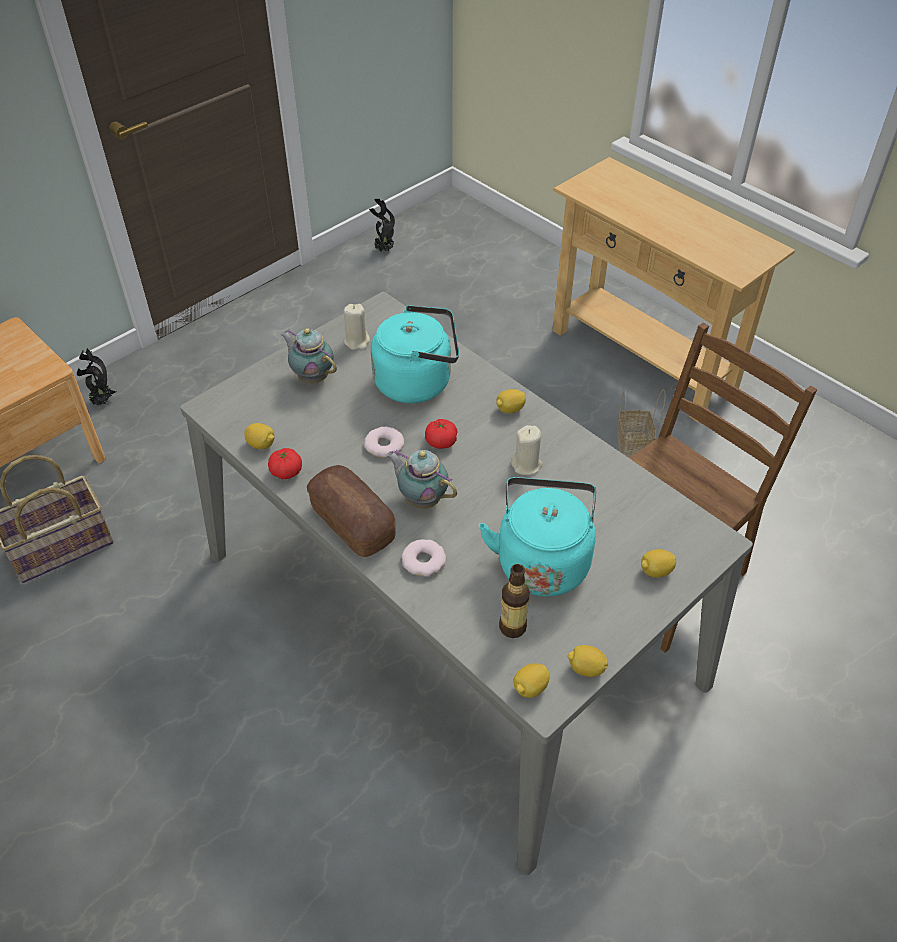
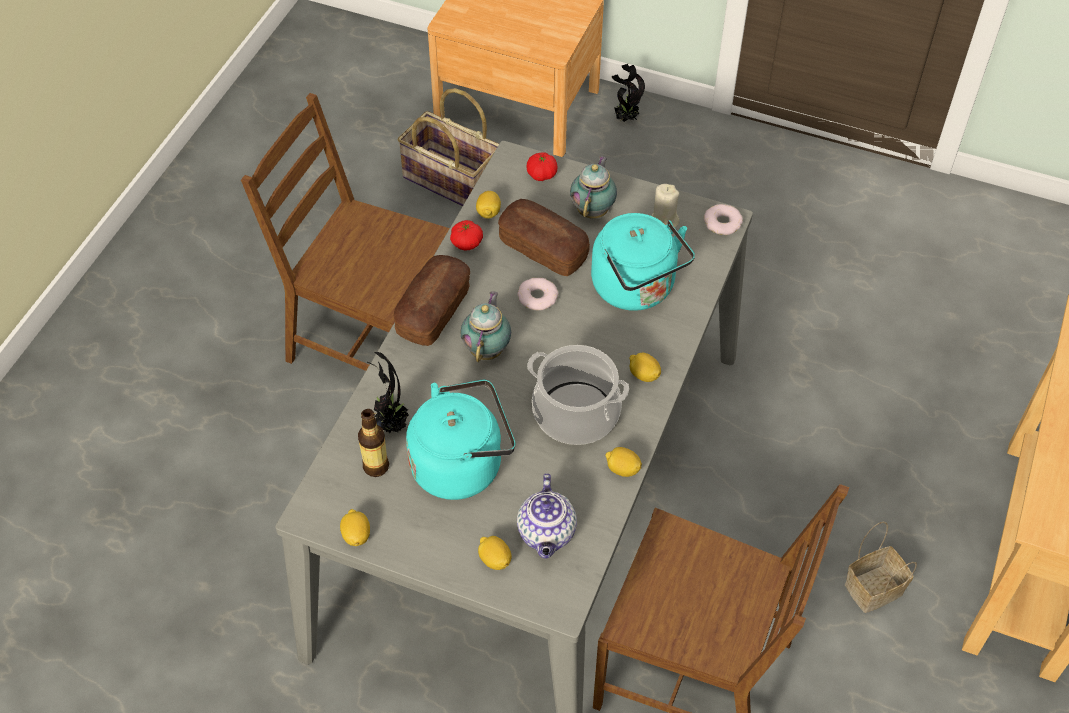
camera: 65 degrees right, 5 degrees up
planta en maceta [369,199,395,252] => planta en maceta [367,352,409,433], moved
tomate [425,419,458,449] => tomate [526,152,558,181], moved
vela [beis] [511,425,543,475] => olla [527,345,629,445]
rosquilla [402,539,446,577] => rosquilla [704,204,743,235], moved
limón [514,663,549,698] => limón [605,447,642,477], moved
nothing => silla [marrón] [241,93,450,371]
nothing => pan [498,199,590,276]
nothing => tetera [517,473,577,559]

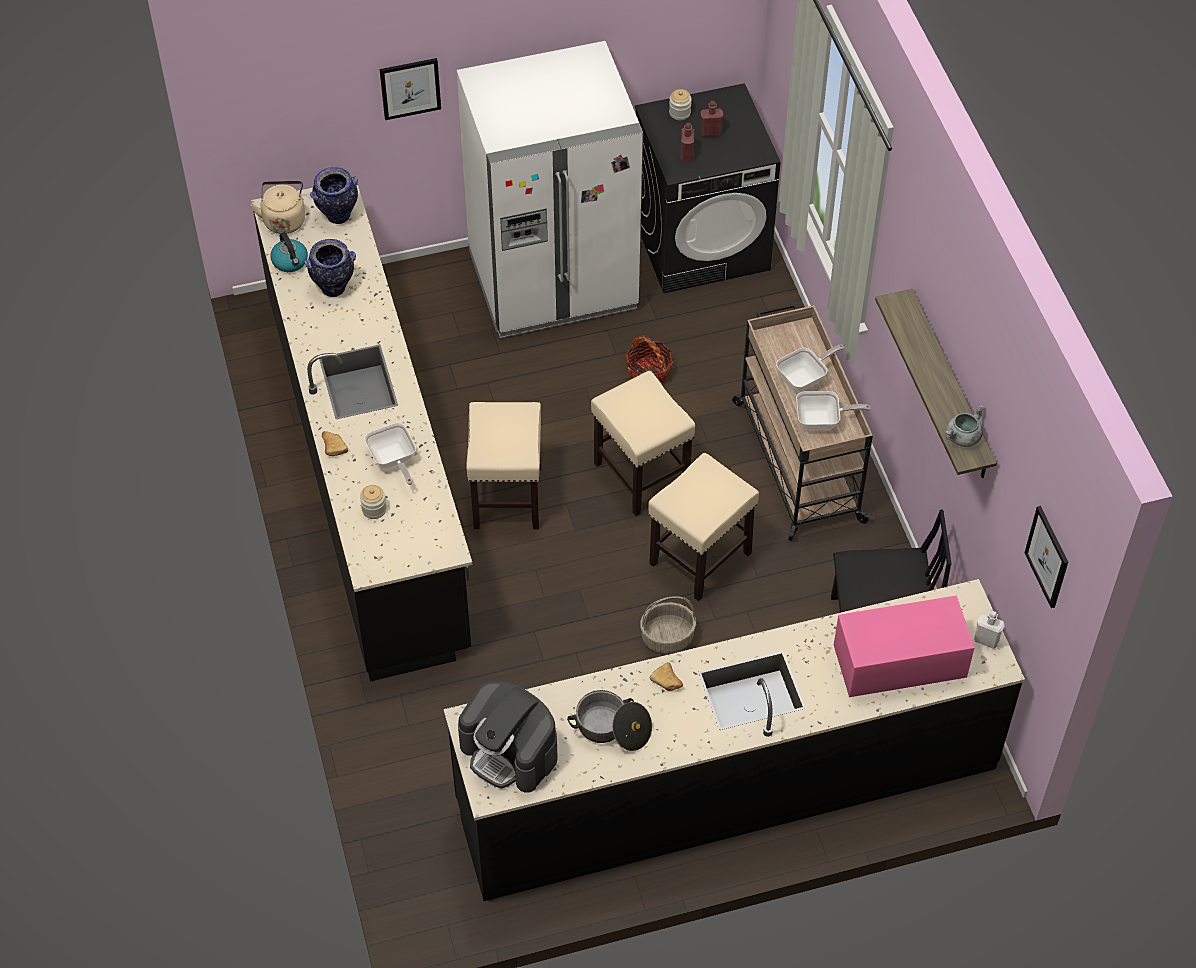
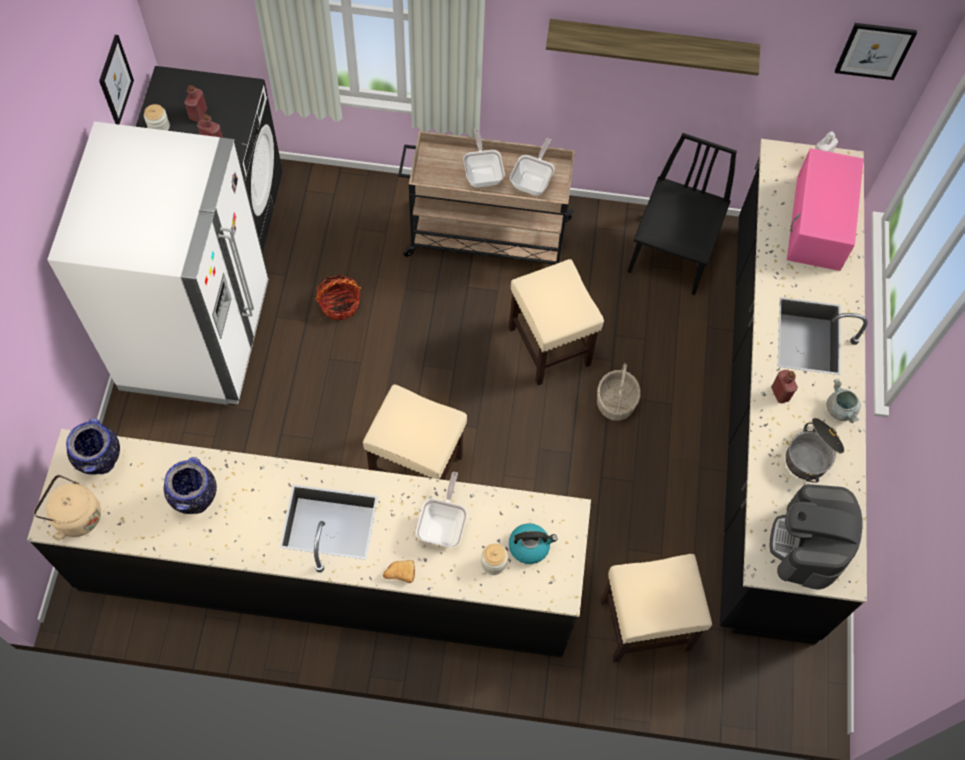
camera: 70 degrees left, 10 degrees up
cuadro [380,58,441,120] => cuadro [99,35,134,124], moved
hervidor [270,232,308,272] => hervidor [509,523,557,564], moved
taburete [beis] [591,371,696,516] => taburete [beis] [600,554,712,662], moved
olla [gris] [945,404,985,447] => olla [gris] [827,379,861,423], moved
sartén [364,423,416,485] => sartén [416,472,467,548], 75 degrees counterclockwise
pan [650,662,683,691] => botella [rojo] [771,370,798,403]
cafetera [458,681,557,793] => cafetera [770,484,863,590], 135 degrees clockwise

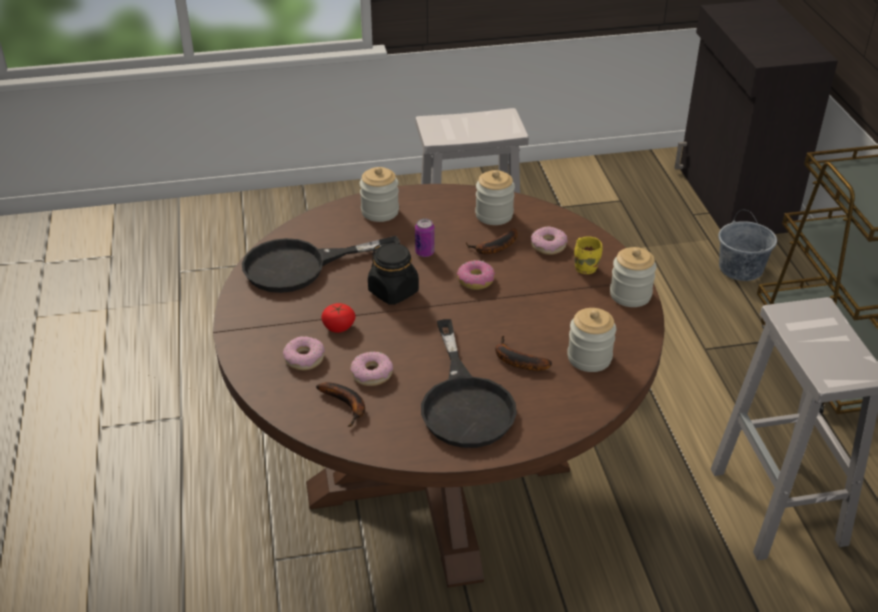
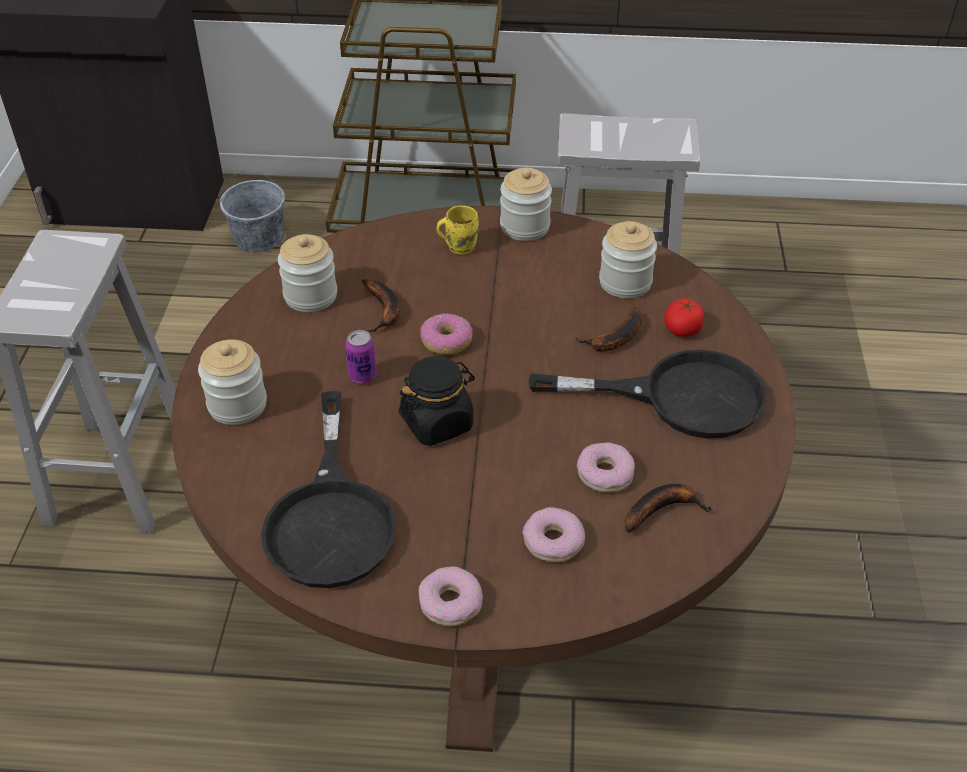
camera: 75 degrees left, 5 degrees up
rosquilla [531,226,567,255] => rosquilla [419,566,483,626], moved
tomate [321,303,355,333] => tomate [664,298,704,337], moved

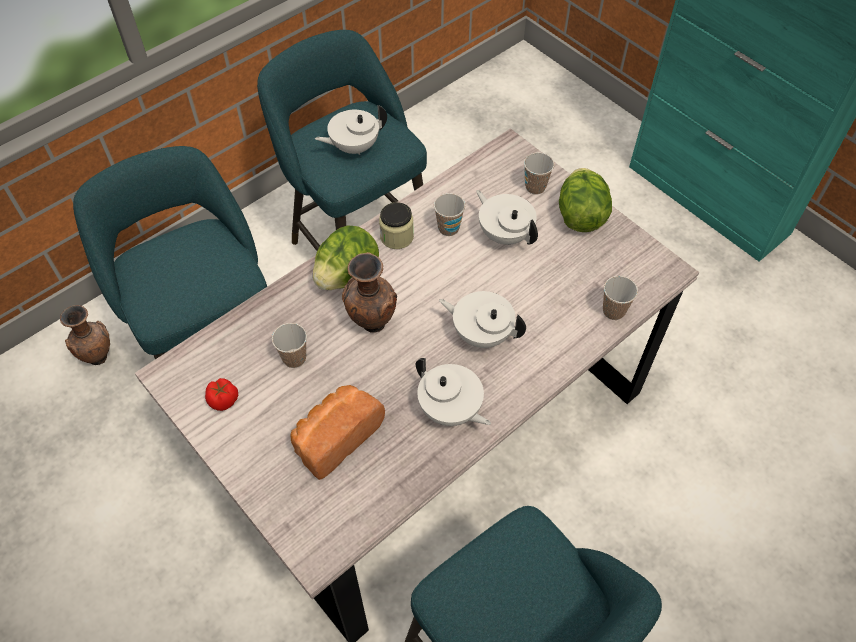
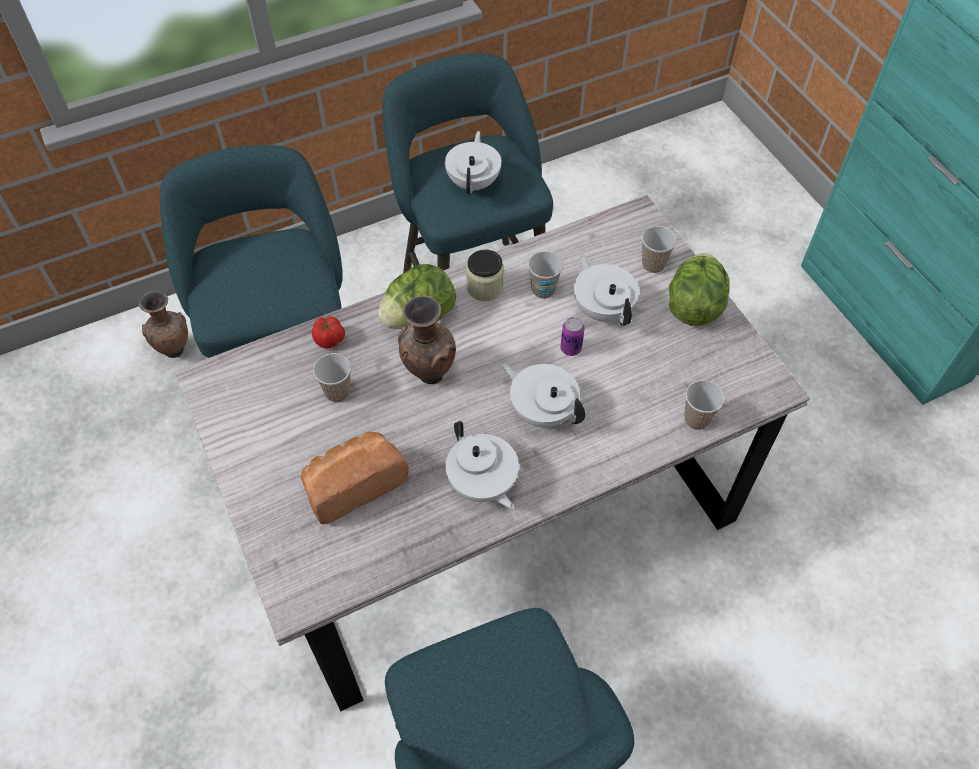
camera: 15 degrees right, 0 degrees up
tetera [blanco] [315,105,387,155] => tetera [blanco] [445,131,501,194], 105 degrees clockwise
tomate [205,378,238,411] => tomate [312,316,345,348], moved
nothing => lata [561,317,585,356]

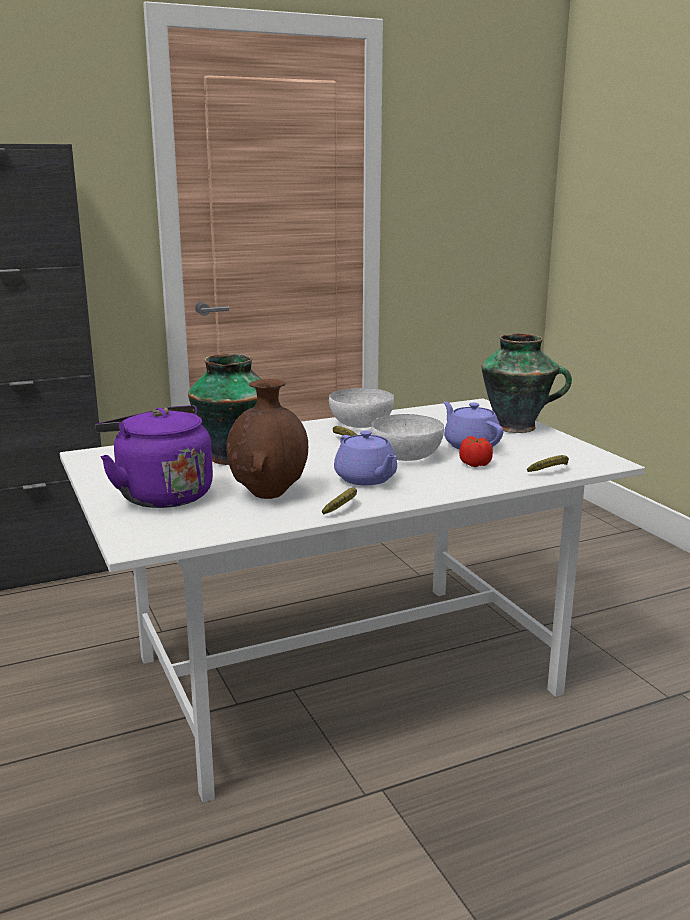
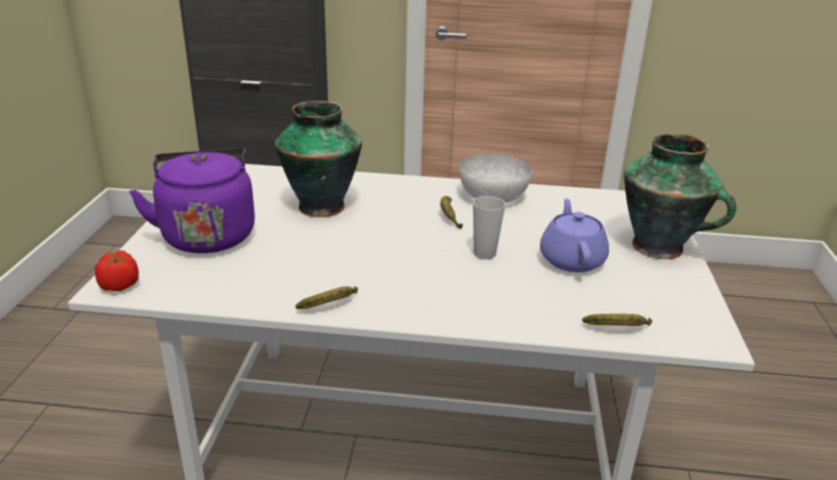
camera: 30 degrees right, 10 degrees up
florero [marrón] [226,379,308,499] => nothing
cuenco [blanco] [371,414,444,461] => taza [473,196,505,259]
tetera [morado] [334,430,397,485] => nothing
tomate [459,436,493,467] => tomate [94,250,139,291], moved

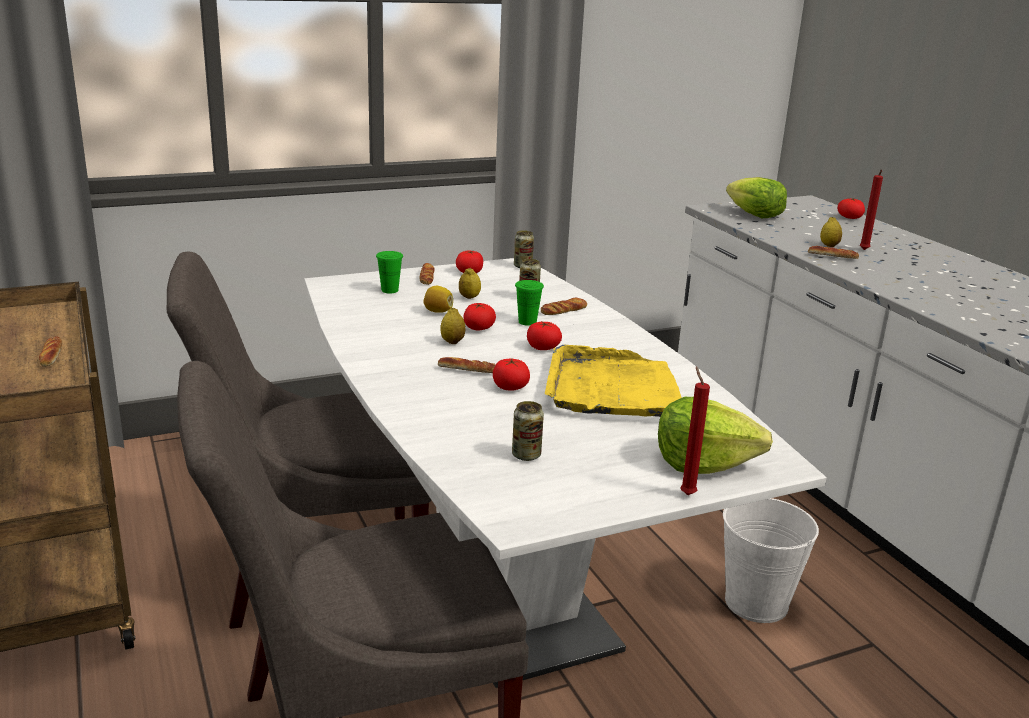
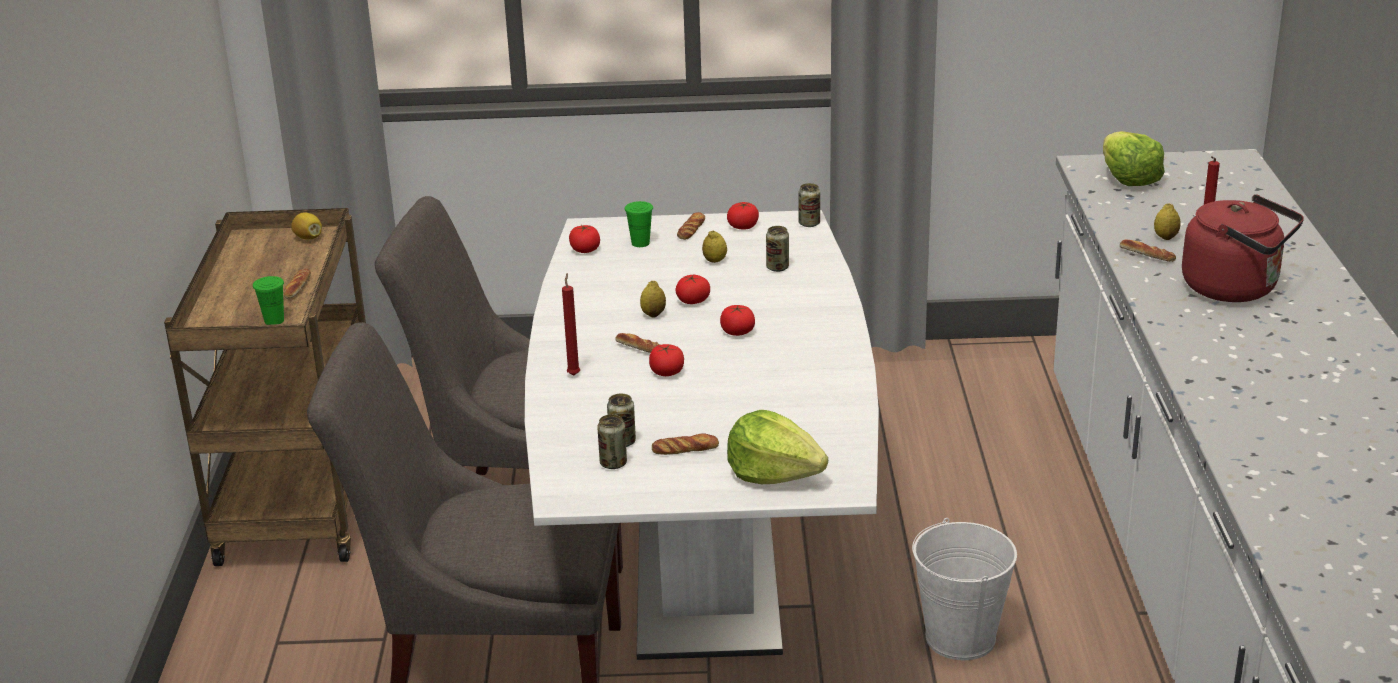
camera: 25 degrees right, 5 degrees up
tomate [837,198,865,219] => tomate [569,225,600,253], moved
taza [verde] [515,280,544,326] => taza [verde] [253,276,284,325], moved
limón [423,286,453,313] => limón [291,212,322,240], moved
pan [541,297,587,315] => pan [652,433,719,455], moved
bandeja [amarillo] [545,345,682,417] => nothing
vela [rojo] [680,367,710,495] => vela [rojo] [562,273,580,375], moved
nothing => hervidor [rojo] [1182,194,1304,302]
nothing => lata [597,414,627,469]

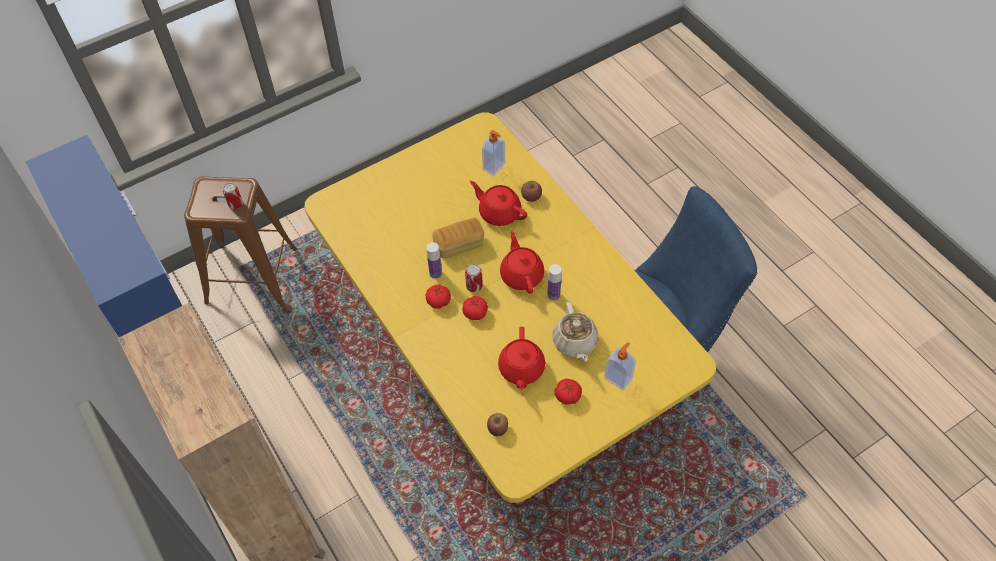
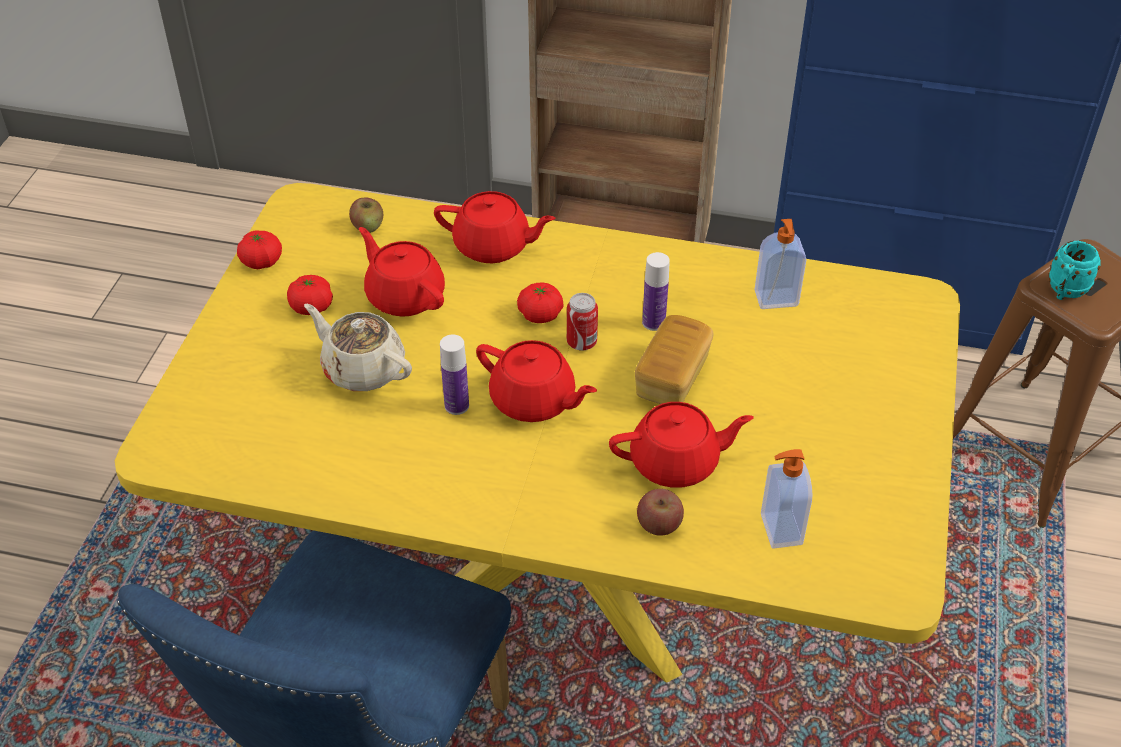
camera: 135 degrees right, 10 degrees down
lata [223,183,243,209] => taza grande [turquesa] [1049,241,1101,300]
tomate [426,284,451,309] => tomate [237,230,282,269], moved
dispensador de jabón [604,342,636,390] => dispensador de jabón [754,219,806,309], moved
nothing => tetera [rojo] [434,191,556,263]

